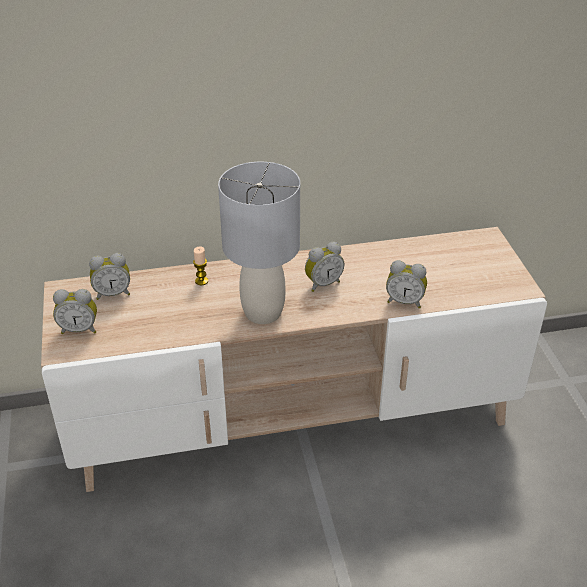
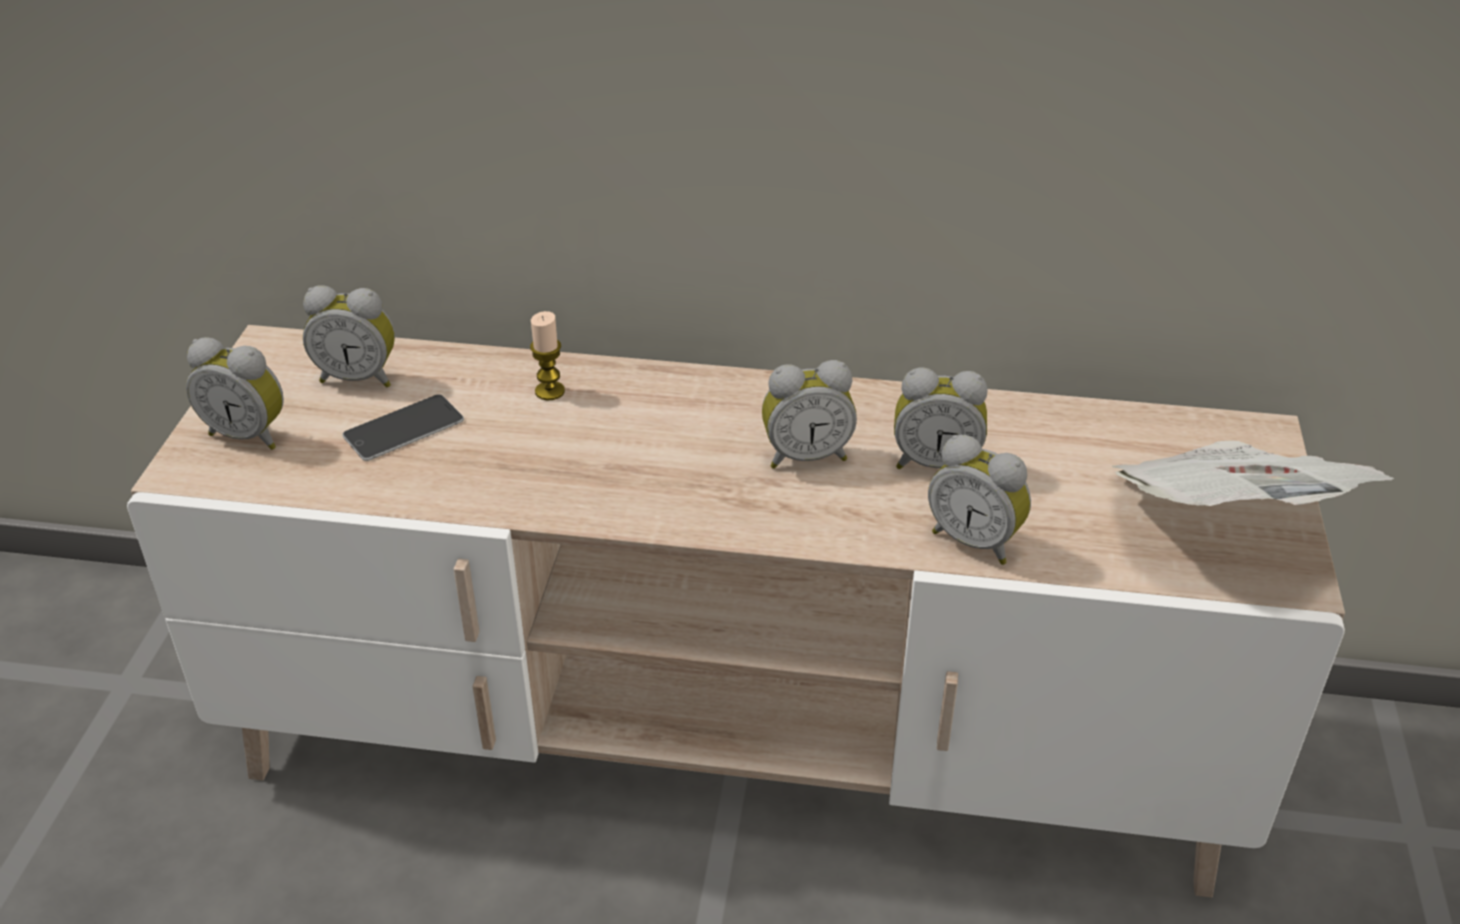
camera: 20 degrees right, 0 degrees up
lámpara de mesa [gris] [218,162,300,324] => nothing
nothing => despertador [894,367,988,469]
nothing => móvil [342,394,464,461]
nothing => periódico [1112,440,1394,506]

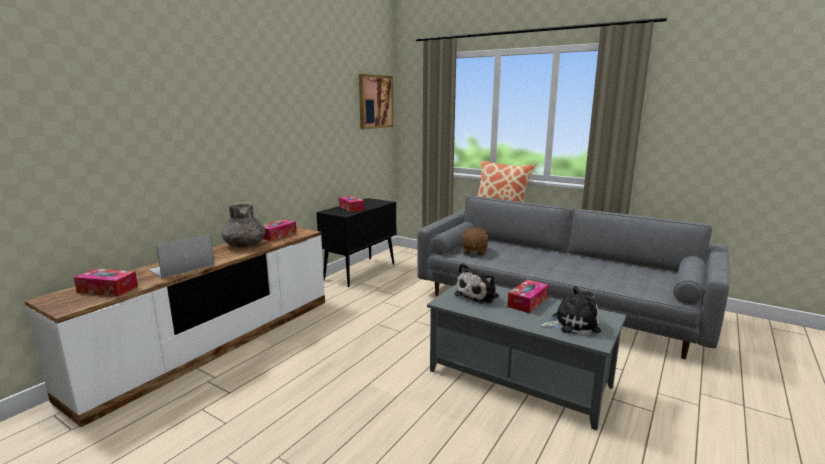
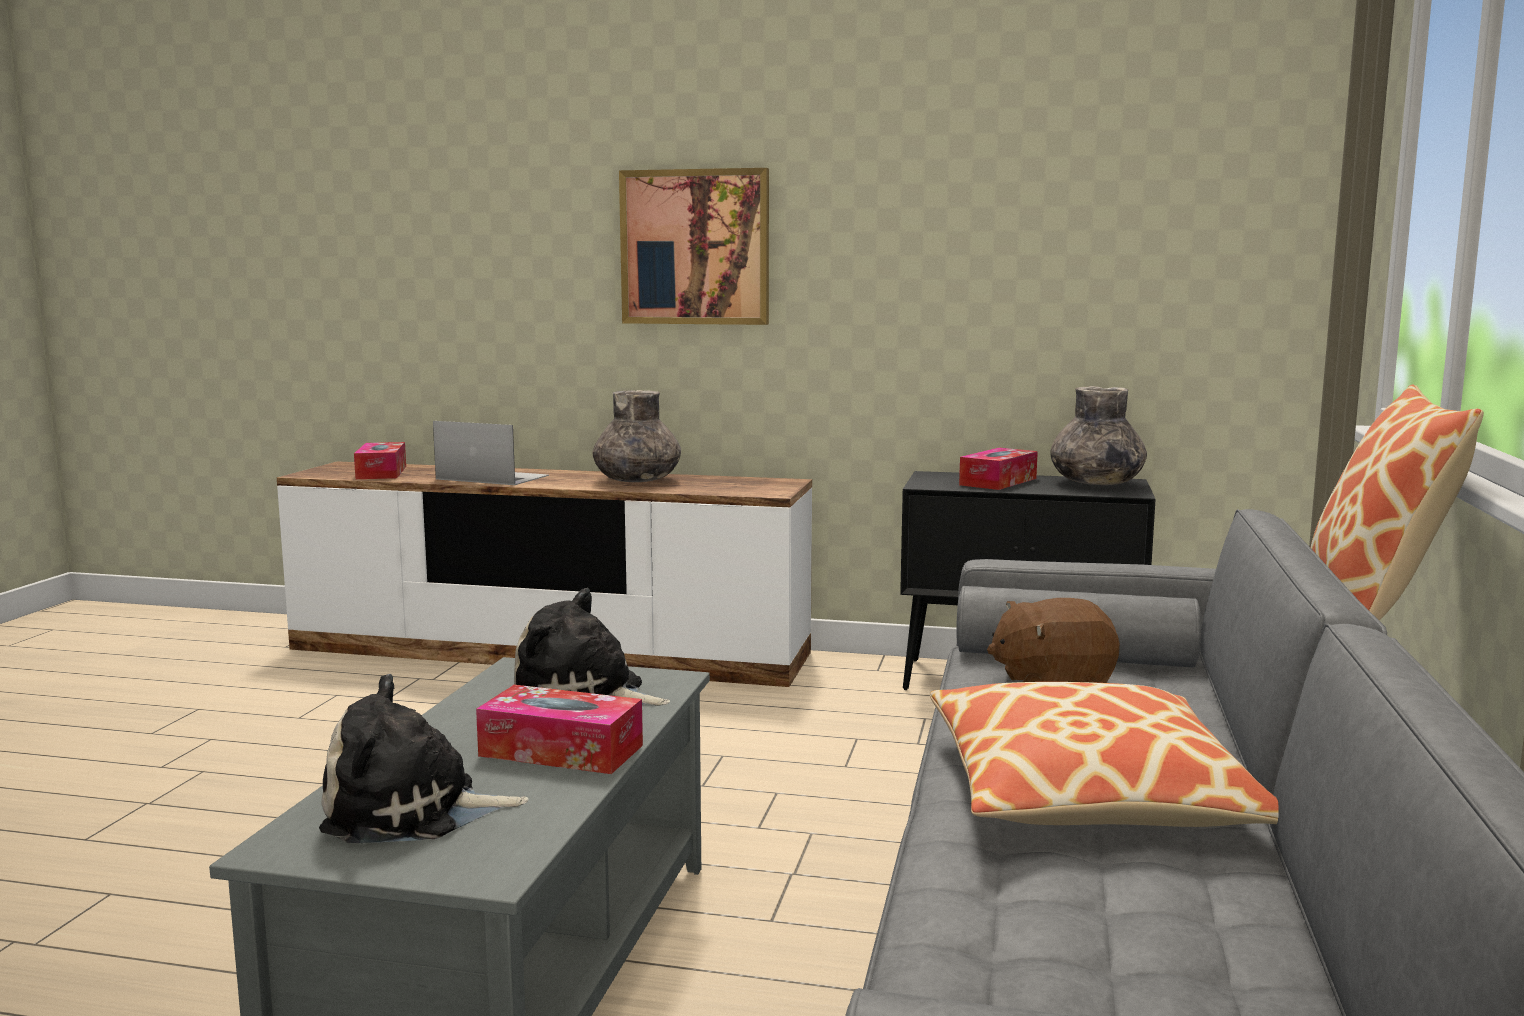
camera: 70 degrees right, 5 degrees down
cuadro [359,74,394,129] => cuadro [619,168,769,325], moved
caja de pañuelos [263,220,297,241] => nothing
peluche [539,286,601,335] => peluche [319,674,529,843], 105 degrees clockwise
nothing => florero [gris] [1051,386,1147,485]
nothing => cojín [930,682,1279,827]

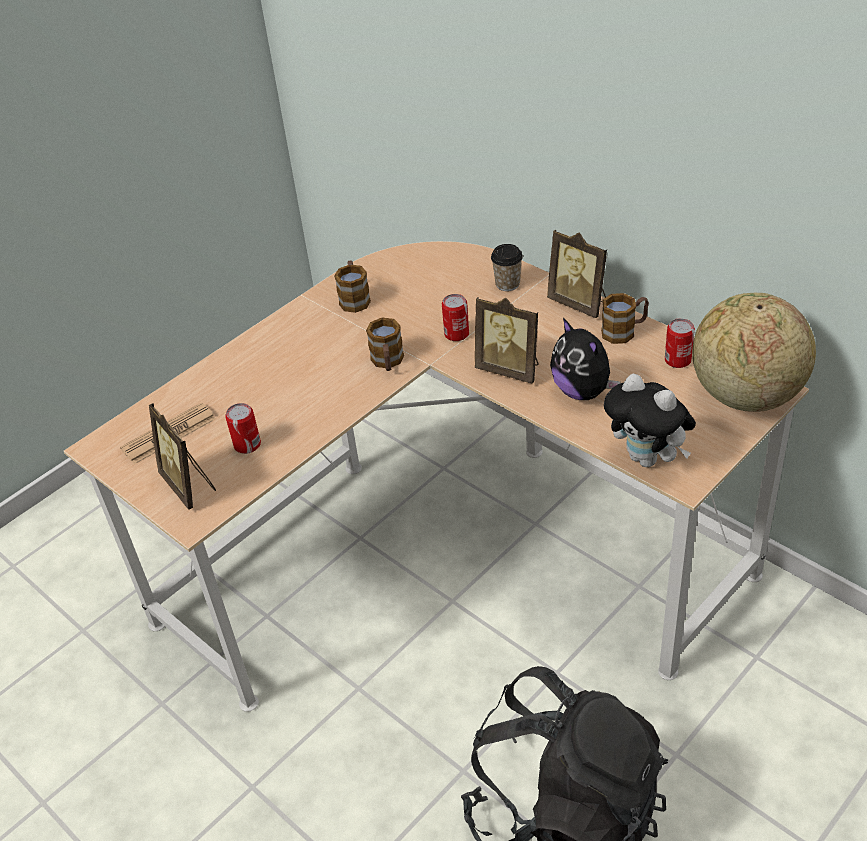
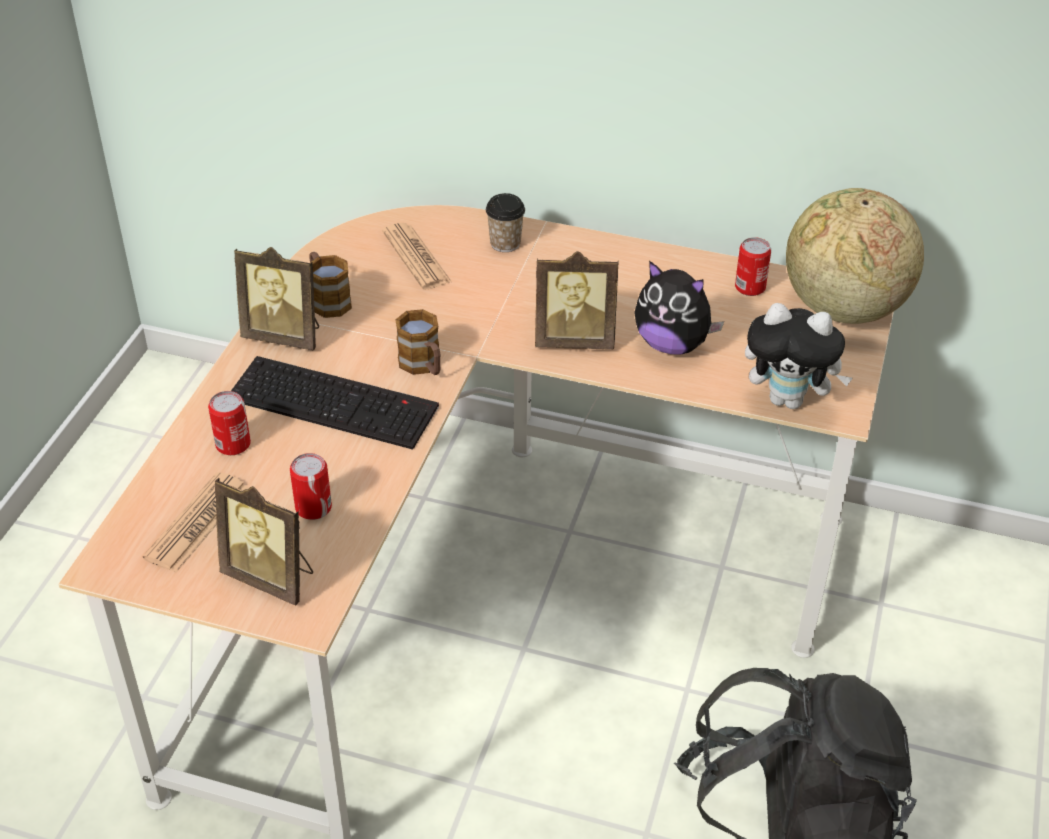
camera: 30 degrees left, 0 degrees up
portarretratos [547,230,607,318] => portarretratos [234,247,319,351], moved
taza grande [601,293,649,344] => nothing
lata [442,294,469,341] => lata [208,391,251,455], moved
nothing => periódico [382,223,452,290]
nothing => teclado [231,356,439,450]

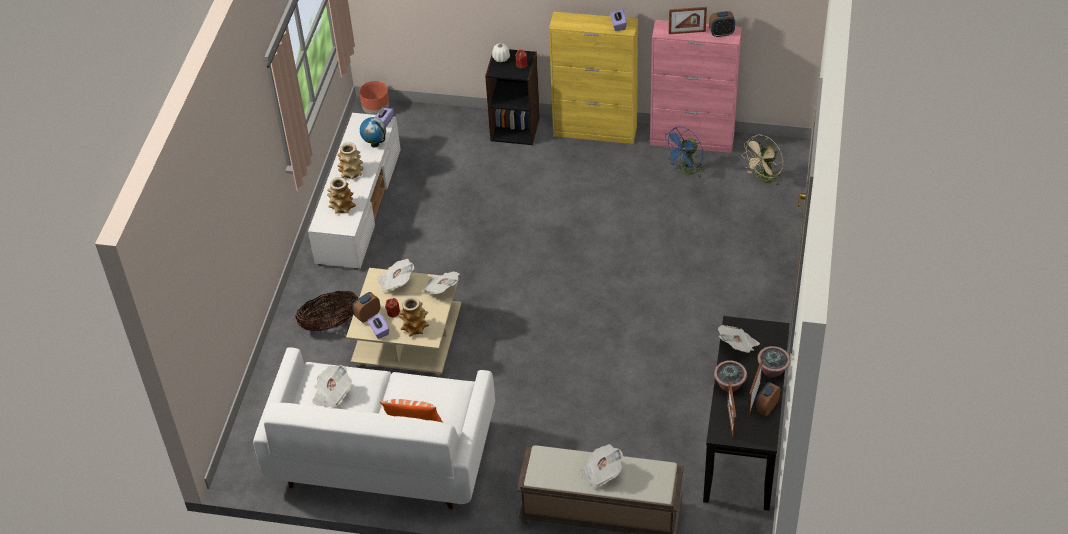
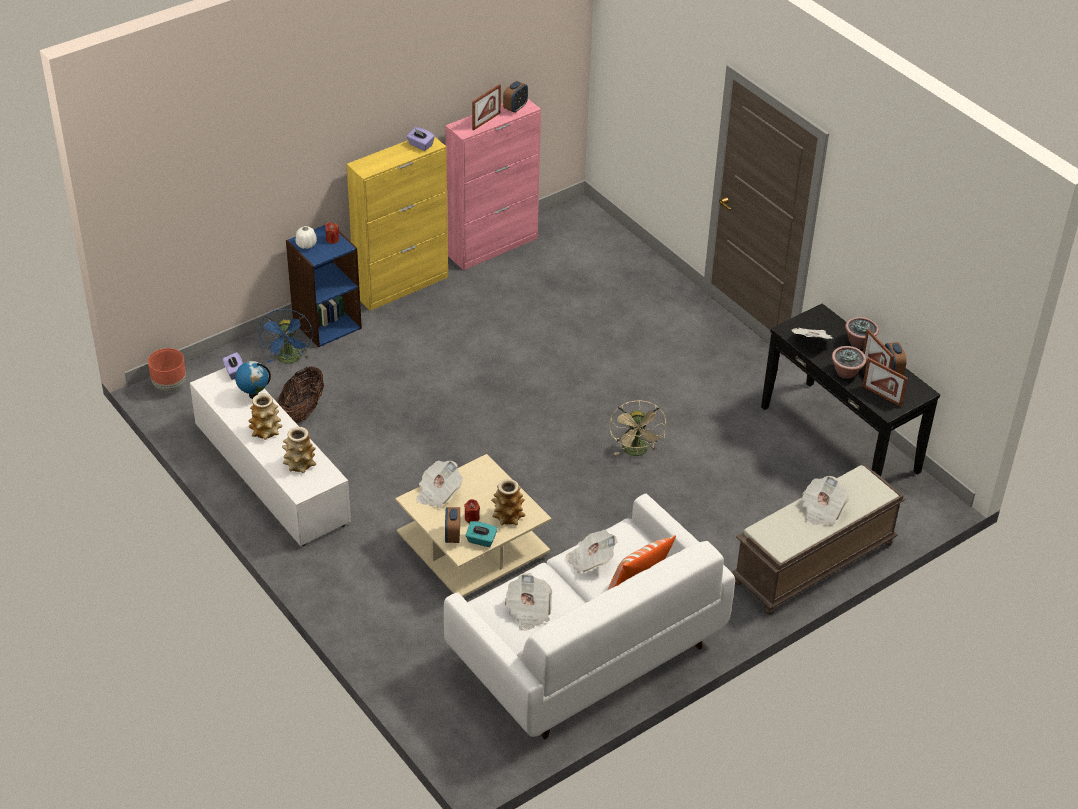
camera: 50 degrees left, 5 degrees down
estantería [negro] [485,49,540,145] => estantería [azul] [286,225,362,347]
ventilador [azul] [663,126,705,178] => ventilador [azul] [258,309,313,364], moved
ventilador [beis] [741,135,784,186] => ventilador [beis] [609,400,666,456], moved
periódico [423,271,460,294] => periódico [566,530,618,574], moved
cesta [295,291,358,331] => cesta [277,366,324,424], moved
caja de pañuelos [morado] [367,313,389,339] => caja de pañuelos [turquesa] [465,521,498,547]

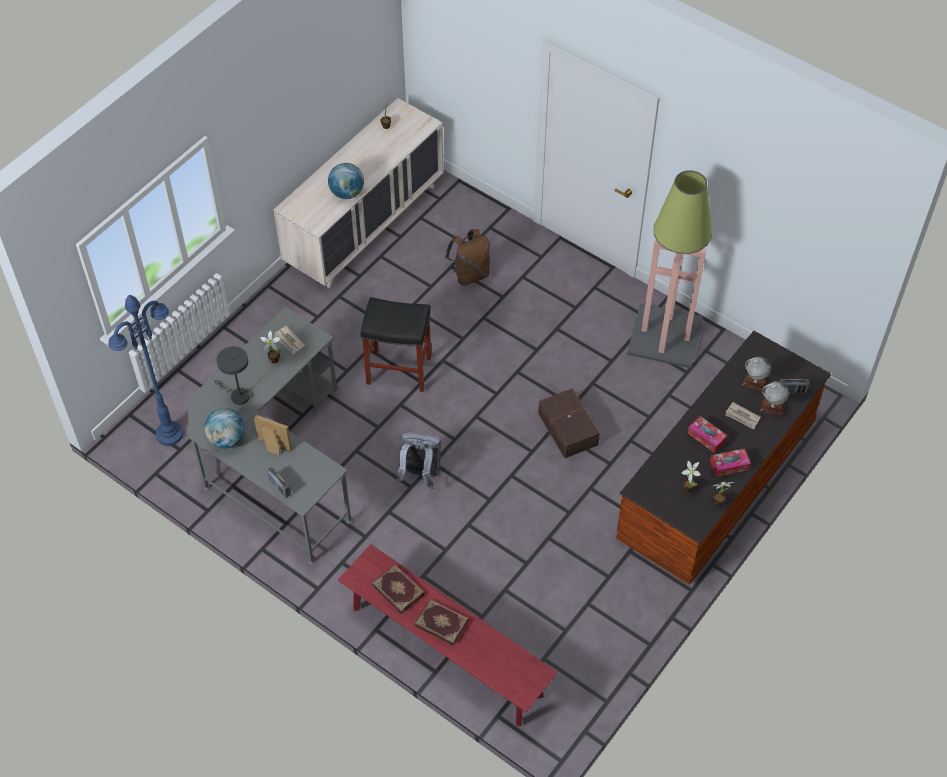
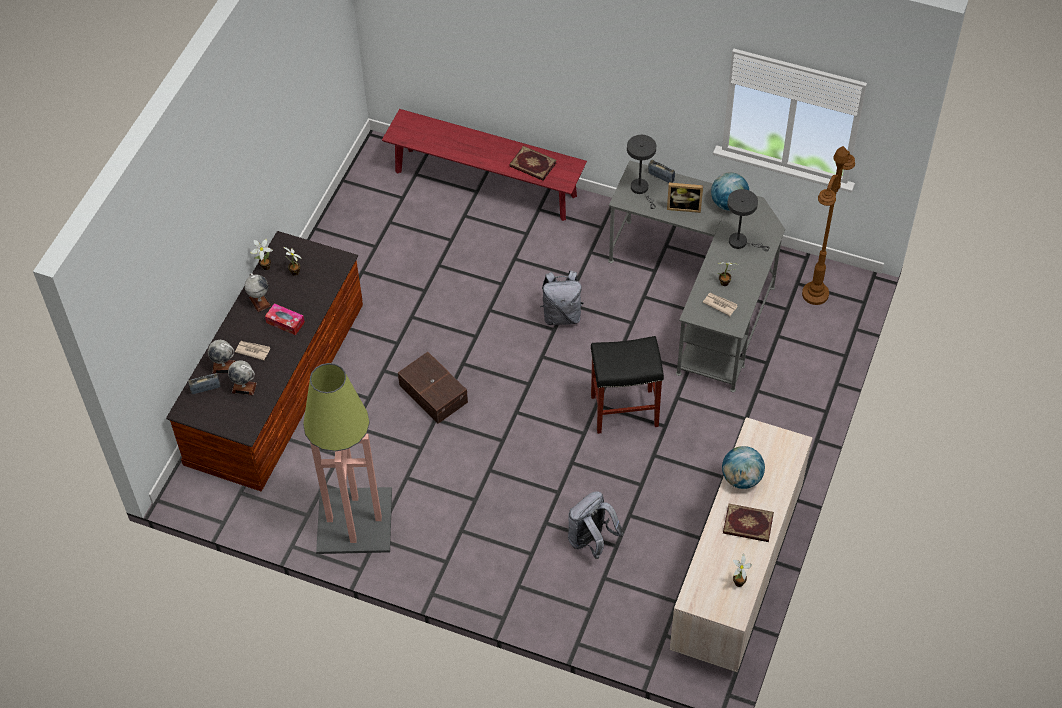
camera: 165 degrees right, 0 degrees up
mochila [marrón] [445,229,490,286] => mochila [gris] [568,491,624,559]
lámpara de pie [azul] [109,295,183,446] => lámpara de pie [marrón] [802,146,855,305]
caja de pañuelos [710,448,751,477] => globo terráqueo [245,273,271,312]
libro [414,599,469,646] => libro [723,504,774,542], moved
nothing => lámpara de mesa [gris] [627,135,656,209]

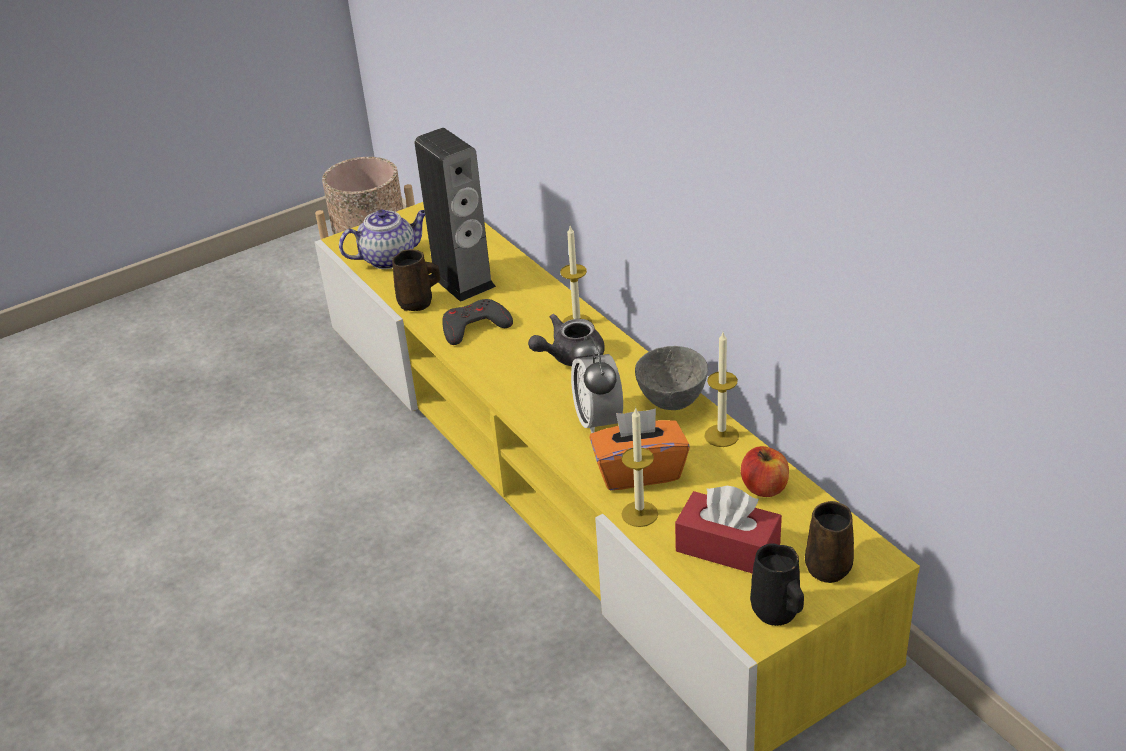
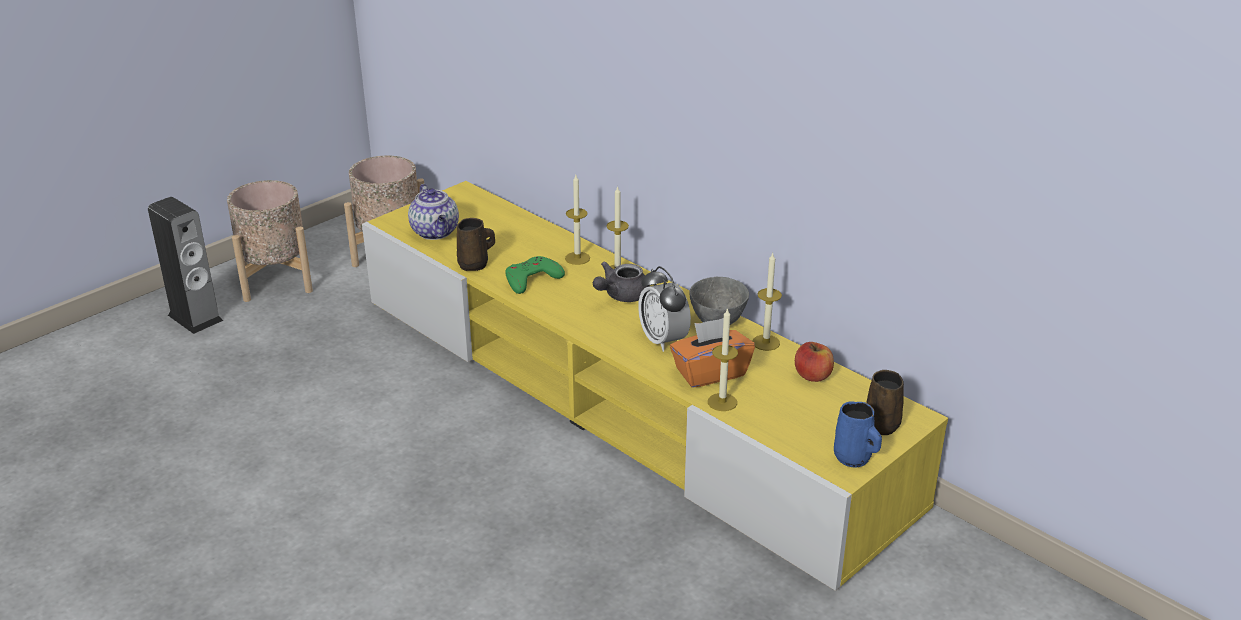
camera: 15 degrees left, 5 degrees down
altavoz [415,128,496,302] => altavoz [148,197,223,334], moved
tetera [339,210,425,269] => tetera [408,184,459,240], 105 degrees clockwise
mando de consola [gris] [442,299,513,345] => mando de consola [verde] [505,256,565,294]
caja de pañuelos [rojo] [675,486,782,573] => nothing
taza grande [negro] [750,543,804,626] => taza grande [azul] [834,401,882,468]
nothing => vela [565,175,590,265]
nothing => maceta [beis] [227,180,313,302]

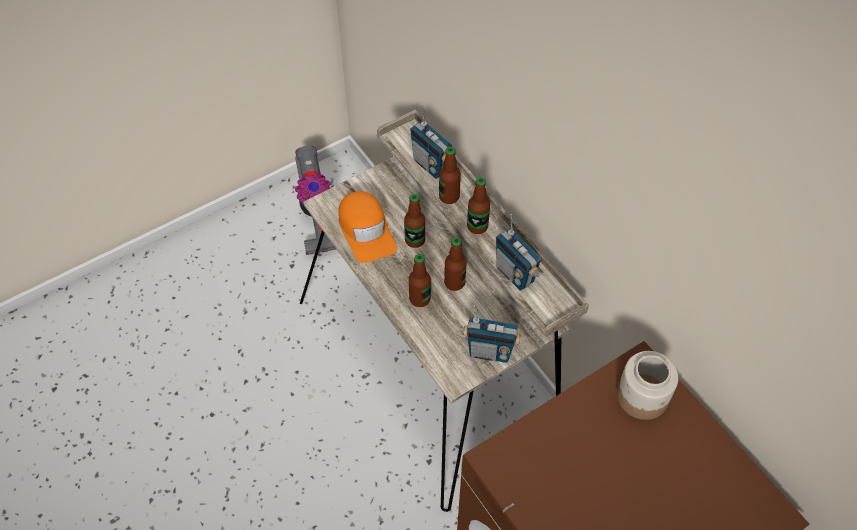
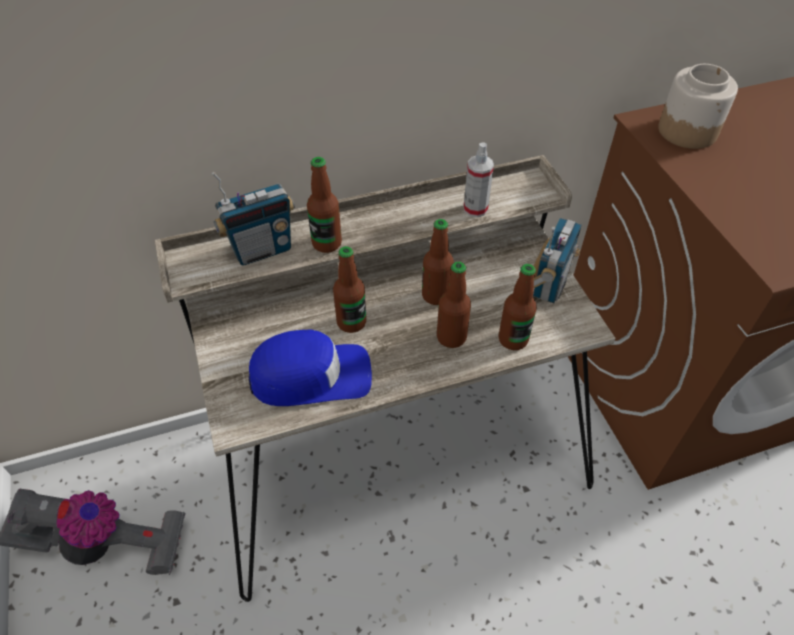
camera: 75 degrees left, 5 degrees down
botella [467,177,490,234] => botella [499,264,537,350], moved
gorra [naranja] [339,191,397,263] => gorra [azul] [249,330,372,406]
radio [496,214,544,291] => pulverizador [463,143,494,218]

